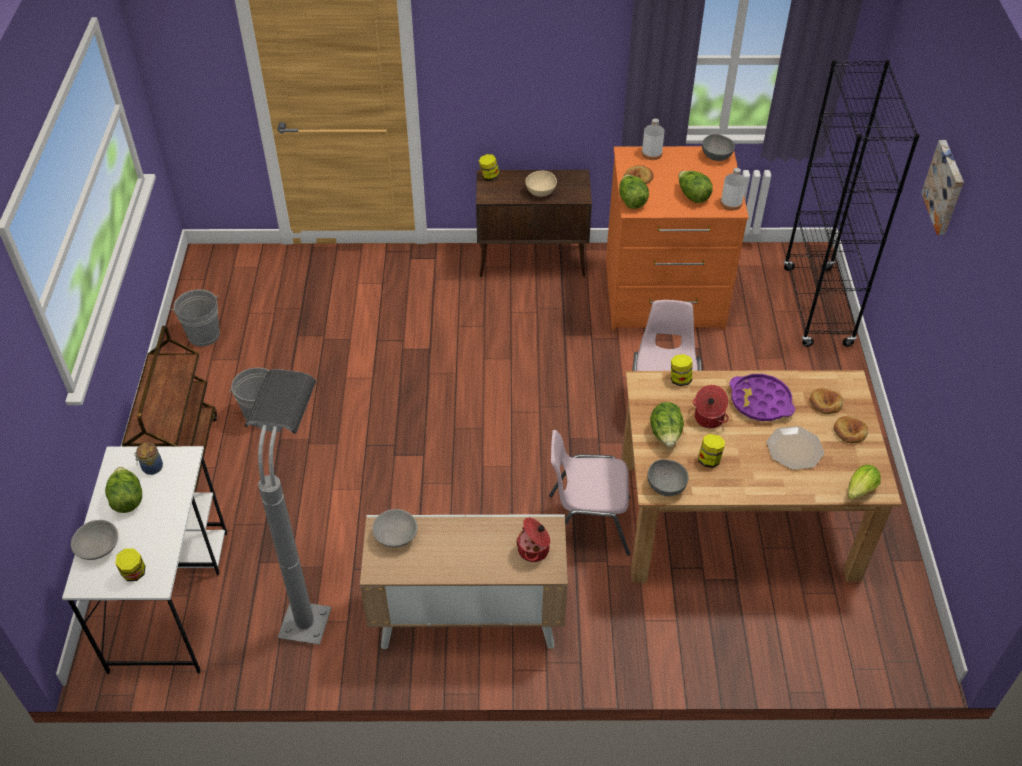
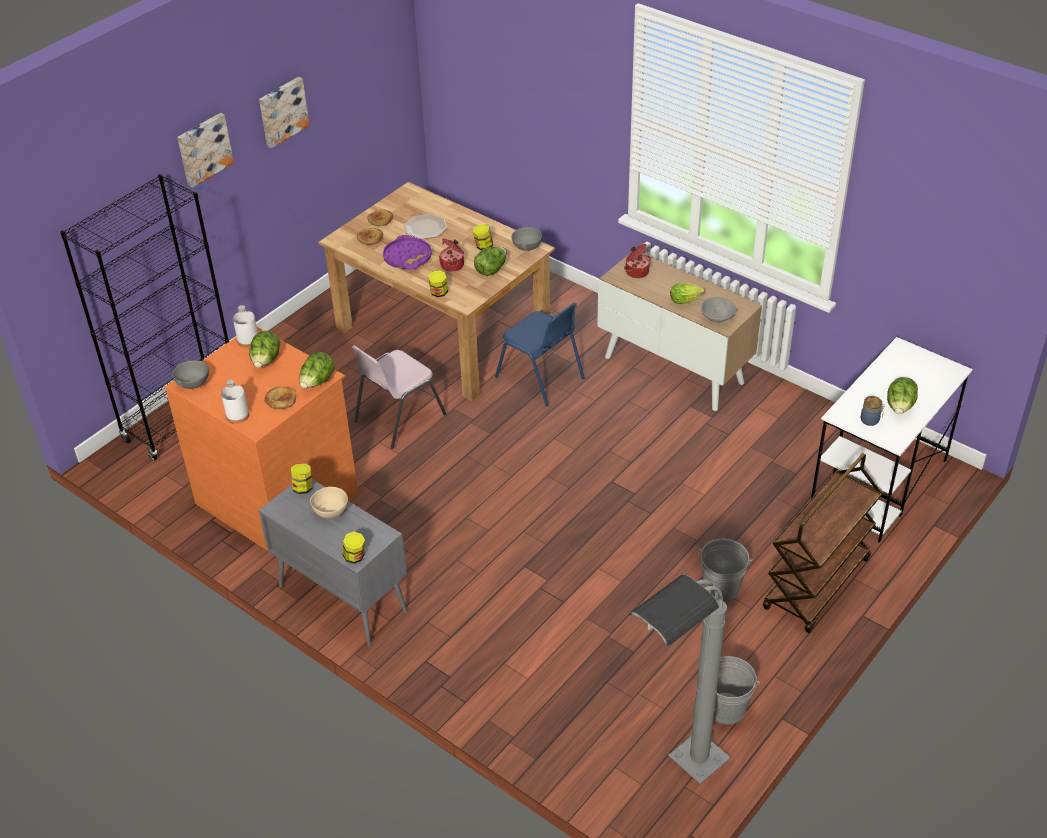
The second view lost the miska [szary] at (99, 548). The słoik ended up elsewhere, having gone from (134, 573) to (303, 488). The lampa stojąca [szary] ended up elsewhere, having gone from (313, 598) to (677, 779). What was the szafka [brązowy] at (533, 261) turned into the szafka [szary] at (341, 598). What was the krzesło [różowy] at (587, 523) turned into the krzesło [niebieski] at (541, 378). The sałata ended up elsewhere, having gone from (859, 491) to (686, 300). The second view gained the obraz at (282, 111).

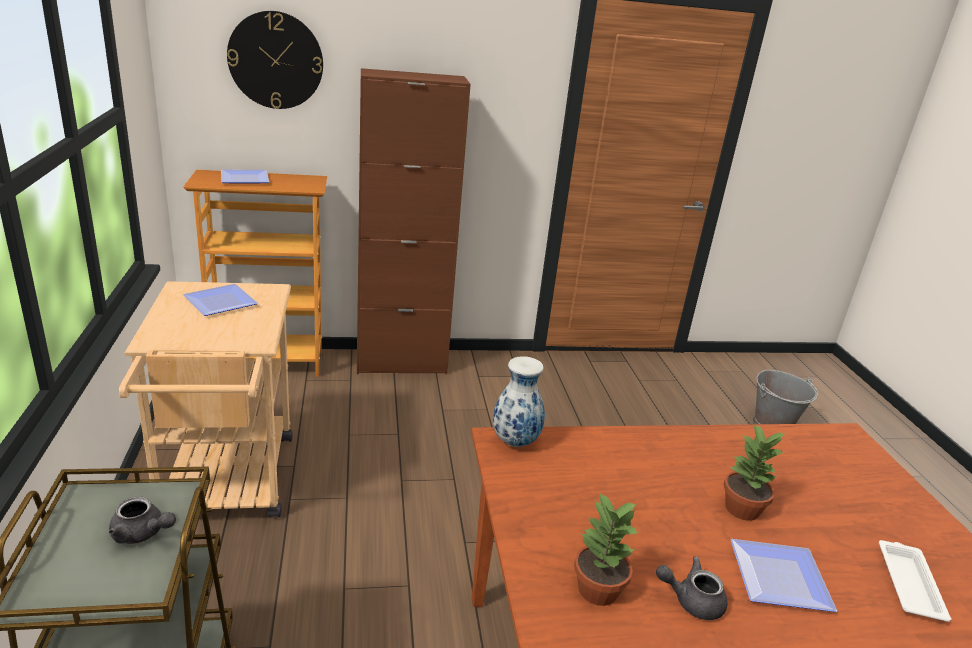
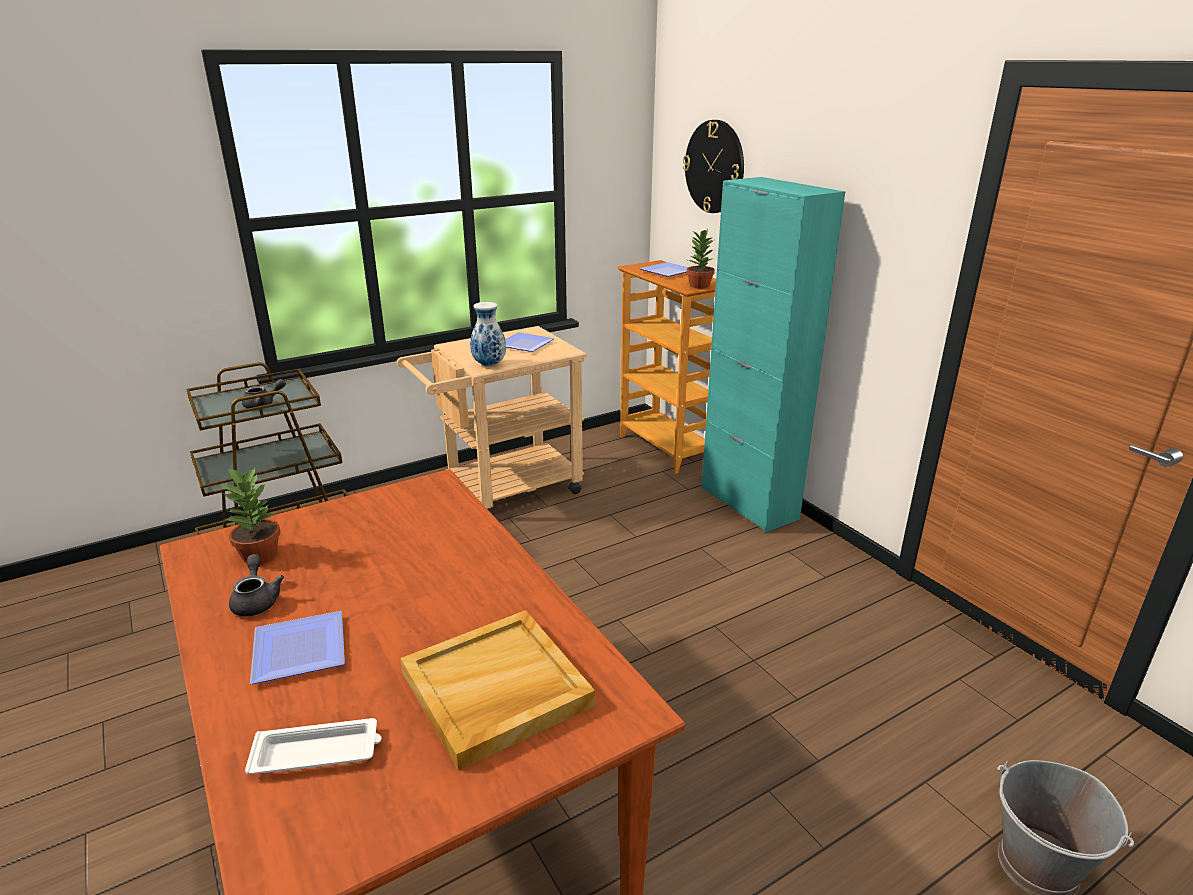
The imbryk [szary] at (142, 534) ended up facing another way, 120 degrees counterclockwise from before. What was the szafka [brązowy] at (401, 363) turned into the szafka [turkusowy] at (748, 503). The wazon ended up elsewhere, having gone from (515, 442) to (488, 365). The roślina doniczkowa ended up elsewhere, having gone from (742, 509) to (699, 286). The second view gained the taca [beżowy] at (495, 690).

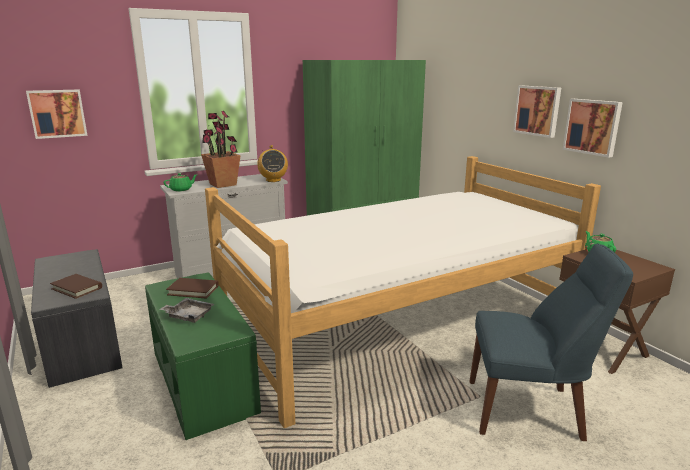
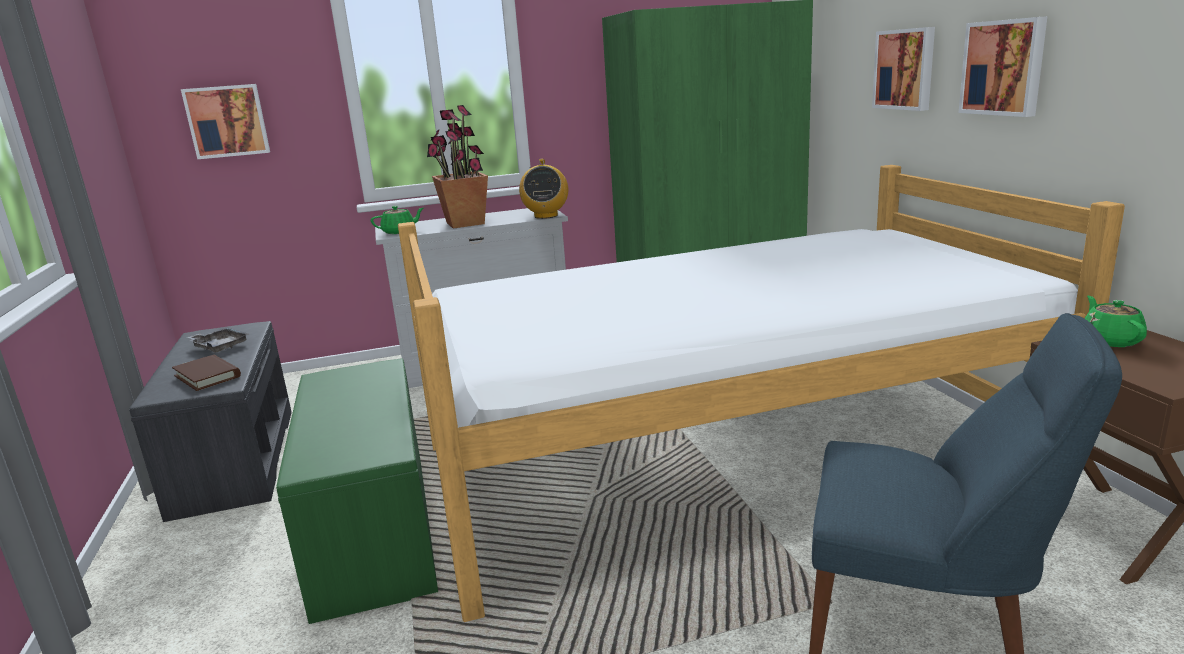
The taca [szary] ended up elsewhere, having gone from (188, 315) to (220, 346). The second view lost the książka [brązowy] at (193, 290). The obraz ended up elsewhere, having gone from (592, 127) to (905, 69).

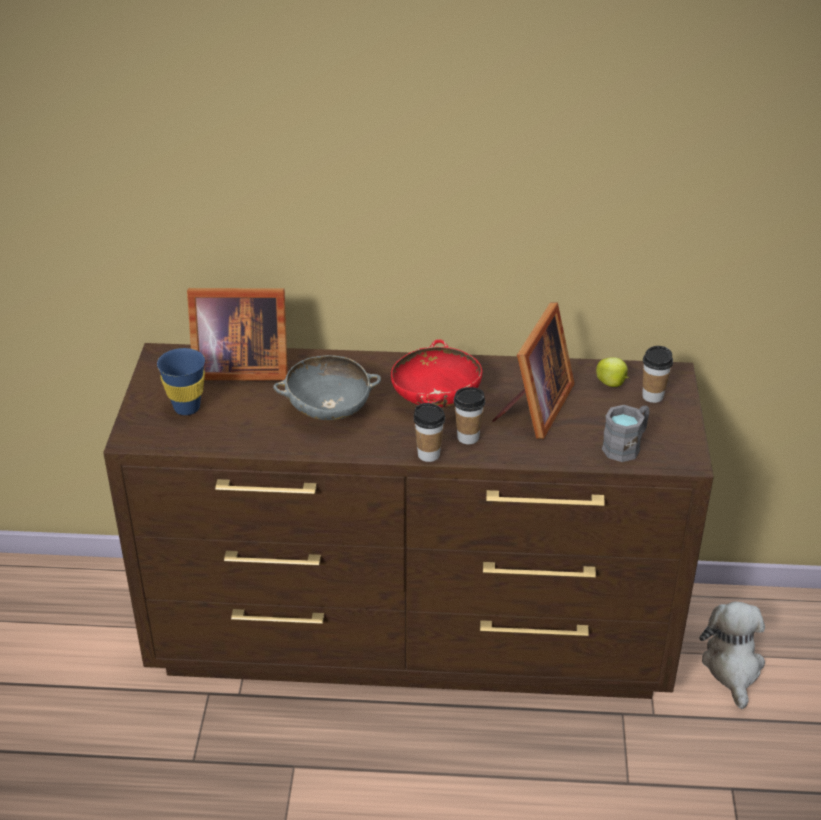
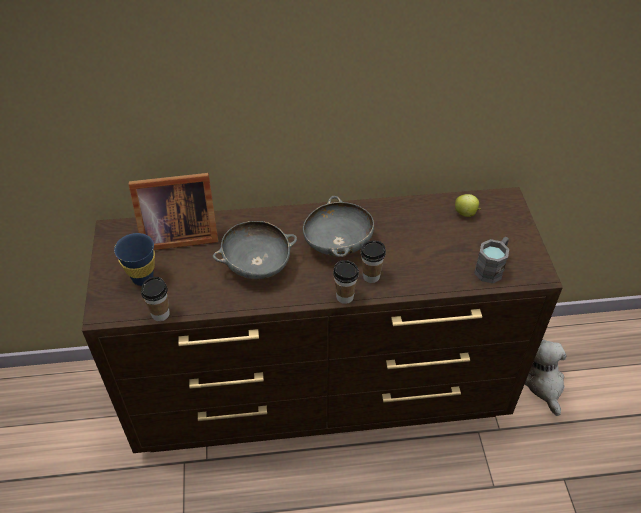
What was the miska [czerwony] at (436, 399) turned into the miska [szary] at (338, 244). The second view lost the ramka na zdjęcie at (534, 408). The filiżanka ended up elsewhere, having gone from (652, 396) to (160, 314).

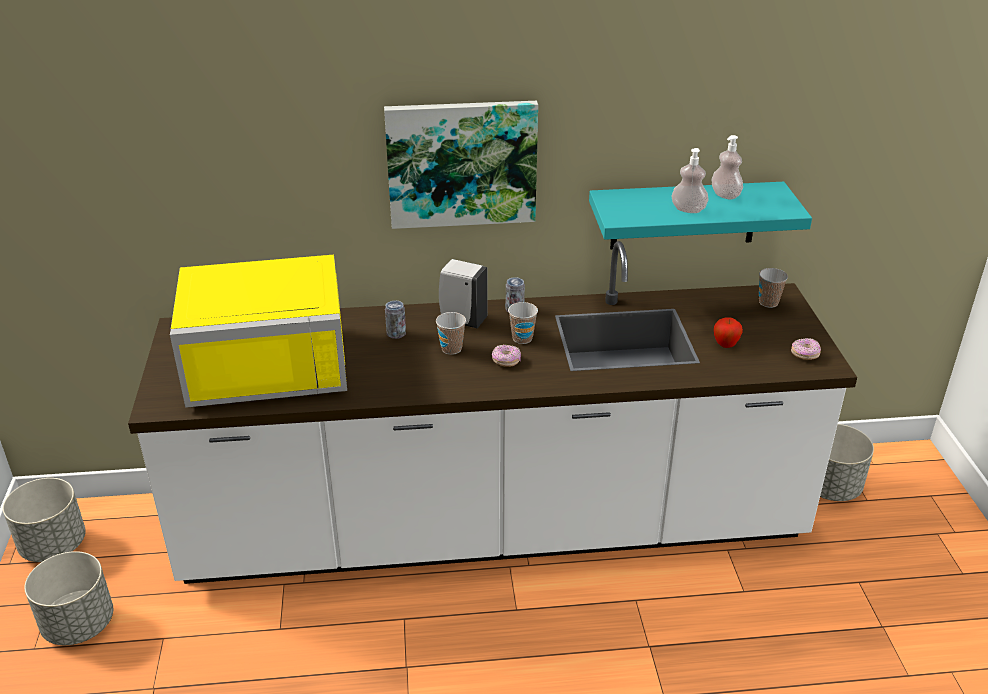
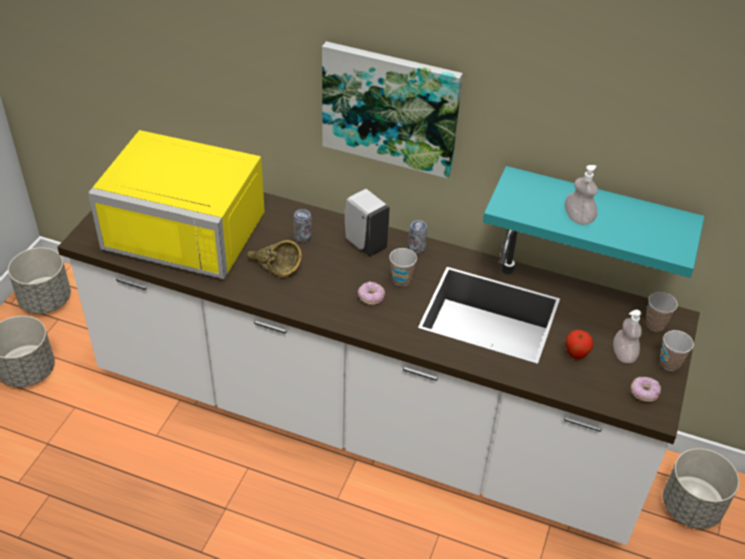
The filiżanka ended up elsewhere, having gone from (451, 349) to (669, 363). The dozownik mydła ended up elsewhere, having gone from (725, 195) to (623, 355). The second view gained the miska [brązowy] at (274, 267).

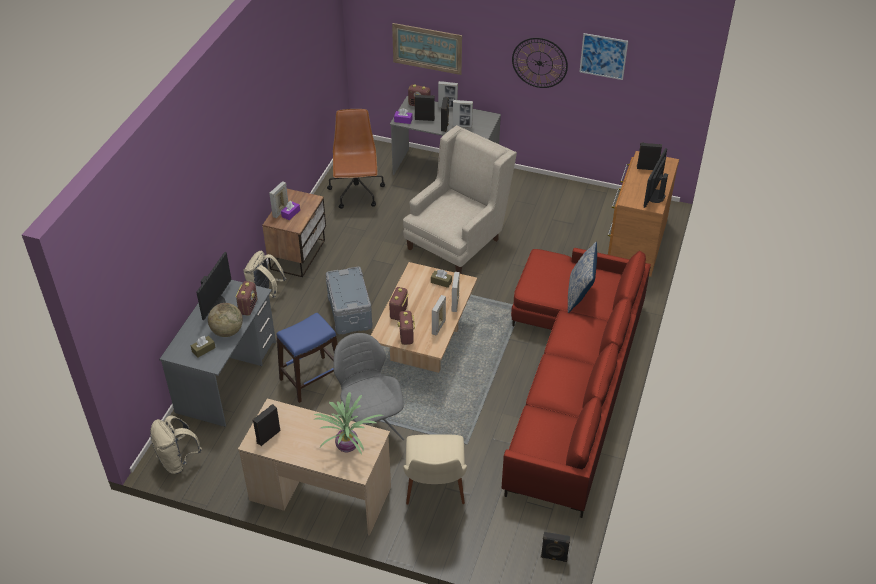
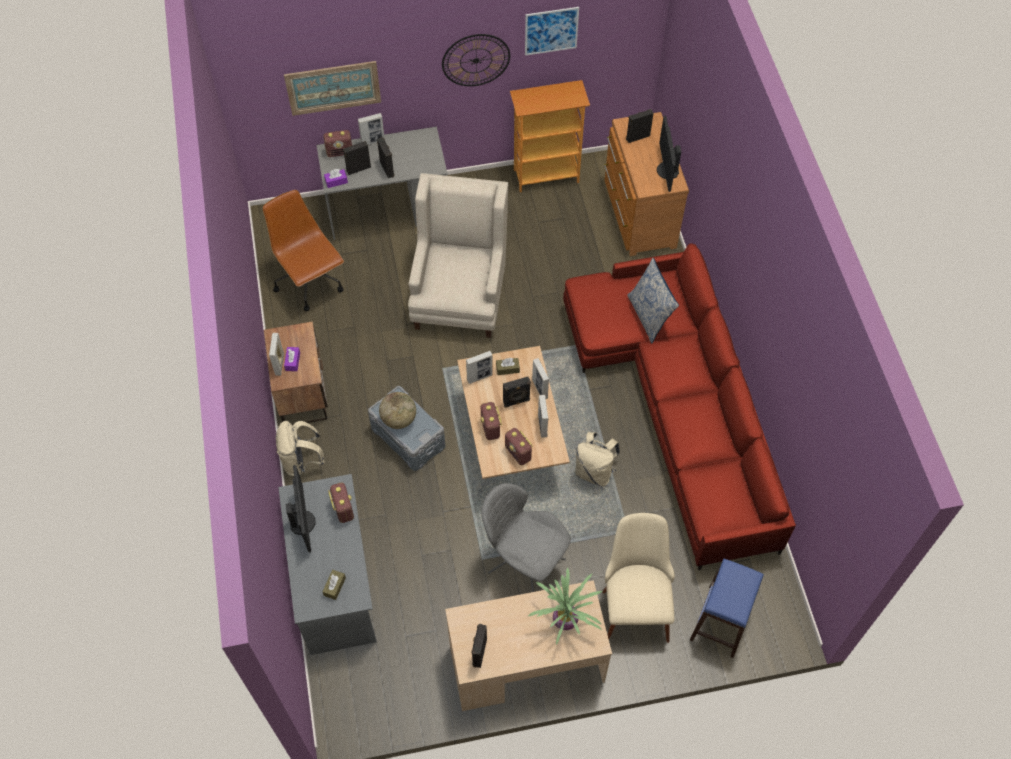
The plecak [beżowy] ended up elsewhere, having gone from (178, 460) to (594, 471). The globus ended up elsewhere, having gone from (227, 331) to (399, 419). The stołek [niebieski] ended up elsewhere, having gone from (312, 379) to (722, 620). The krzesło [beżowy] at (435, 494) ended up facing another way, 150 degrees counterclockwise from before. The ramka na zdjęcie ended up elsewhere, having gone from (462, 126) to (479, 377). The głośnik [czarny] ended up elsewhere, having gone from (554, 557) to (516, 402). The second view gained the regał at (546, 175).

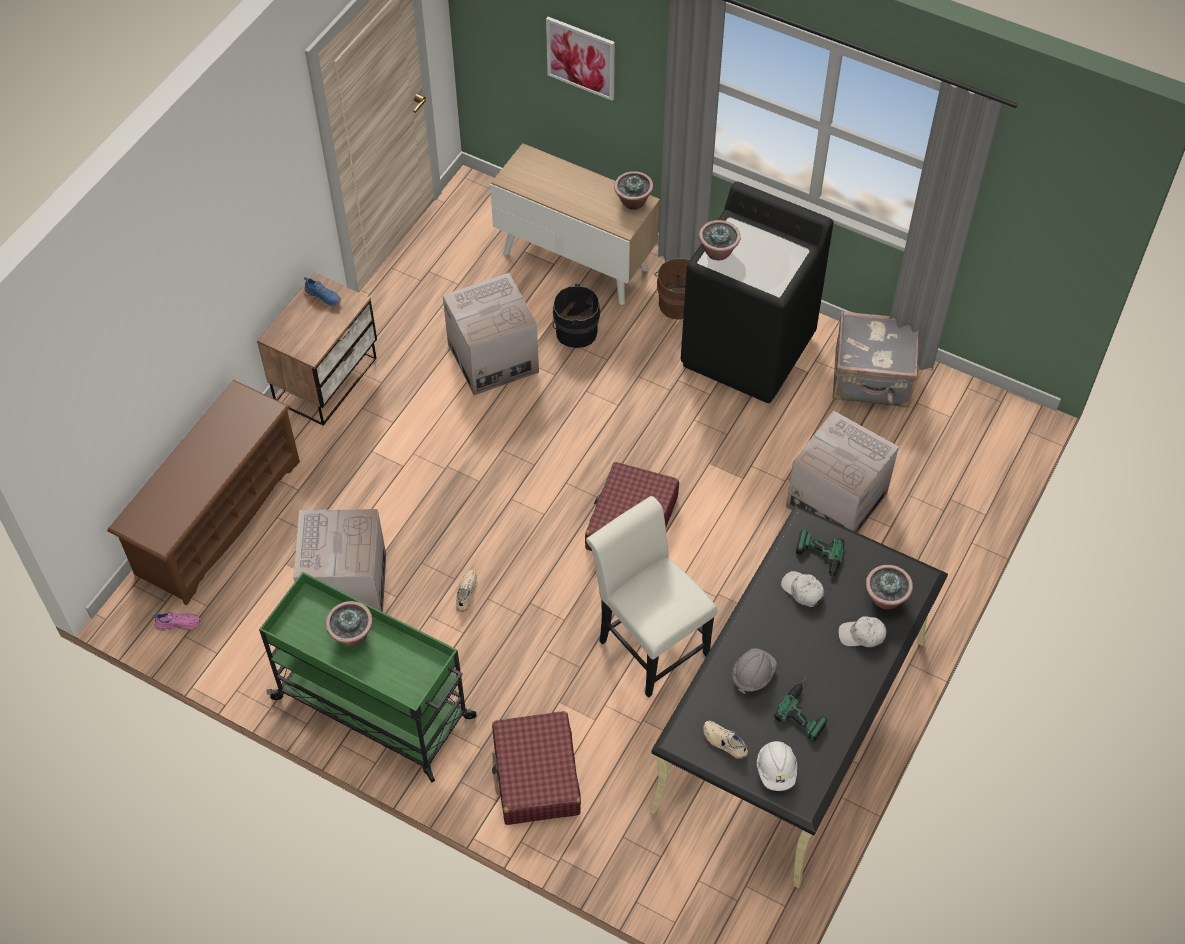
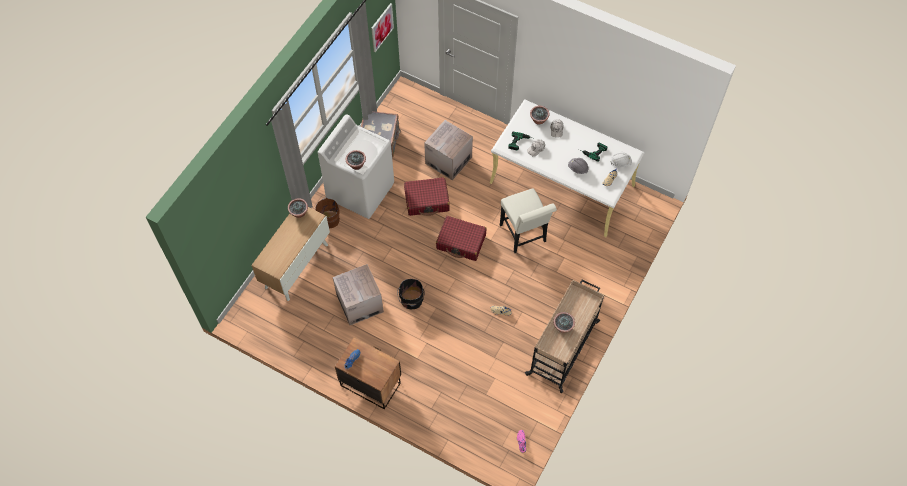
The second view lost the regał na buty [brązowy] at (217, 517). What was the wózek [zielony] at (376, 709) turned into the wózek [beżowy] at (563, 347). The second view lost the karton at (346, 587). The walizka [czerwony] ended up elsewhere, having gone from (536, 776) to (427, 200). The obraz ended up elsewhere, having gone from (581, 57) to (382, 27). The wiadro [czarny] ended up elsewhere, having gone from (574, 331) to (411, 300). The krzesło [biały] at (648, 642) ended up facing another way, 75 degrees counterclockwise from before. What was the biurko [czarny] at (790, 725) turned into the biurko [biały] at (562, 184). What was the pralka [czarny] at (748, 350) turned into the pralka [biały] at (361, 191).

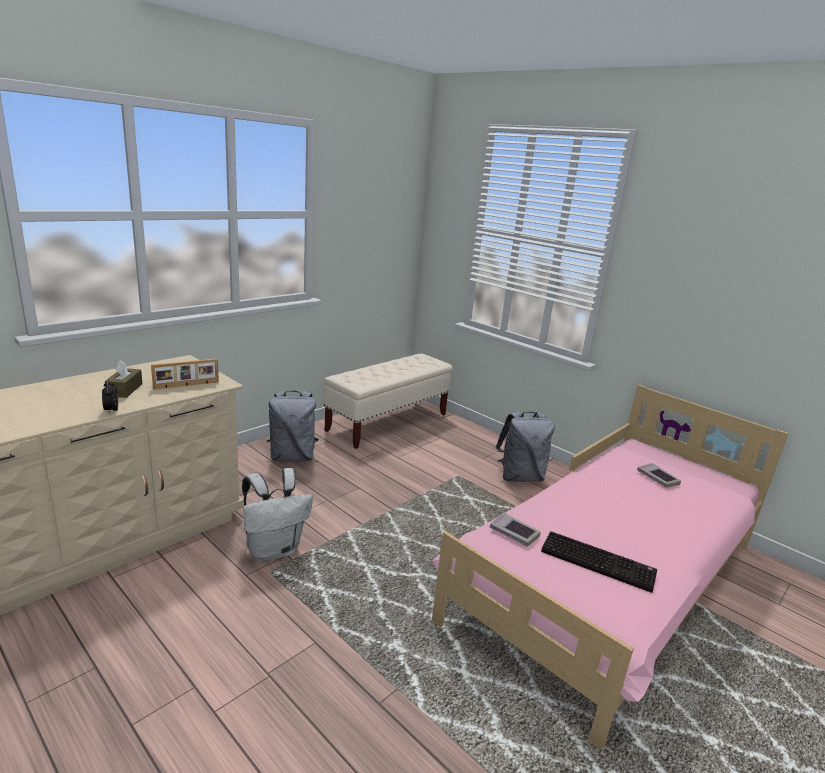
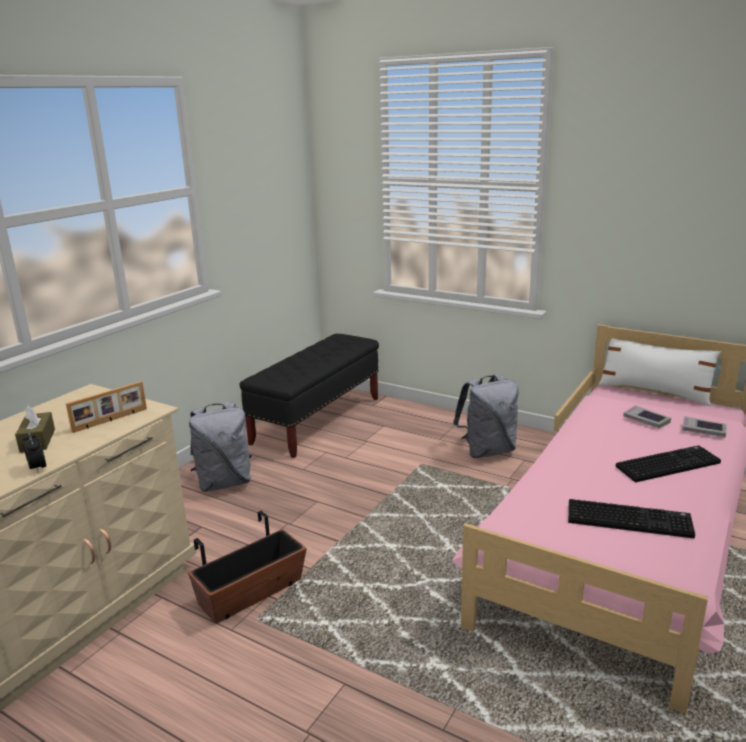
Where the plecak [biały] stood at (274, 549), the donica came to stand at (251, 593). What was the ławka [beżowy] at (388, 423) turned into the ławka [czarny] at (317, 421). The książka ended up elsewhere, having gone from (514, 533) to (703, 430). The second view gained the poduszka [biały] at (654, 392). The second view gained the klawiatura at (667, 464).

